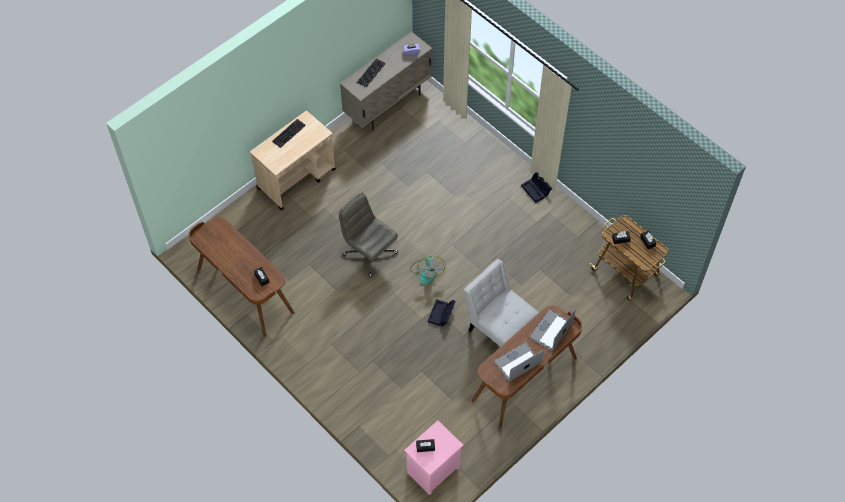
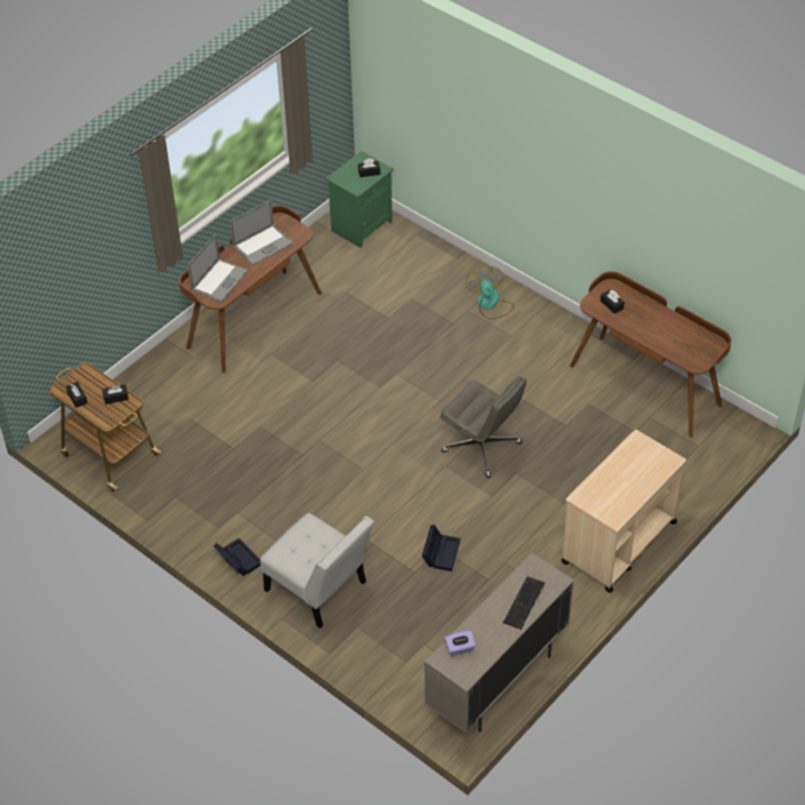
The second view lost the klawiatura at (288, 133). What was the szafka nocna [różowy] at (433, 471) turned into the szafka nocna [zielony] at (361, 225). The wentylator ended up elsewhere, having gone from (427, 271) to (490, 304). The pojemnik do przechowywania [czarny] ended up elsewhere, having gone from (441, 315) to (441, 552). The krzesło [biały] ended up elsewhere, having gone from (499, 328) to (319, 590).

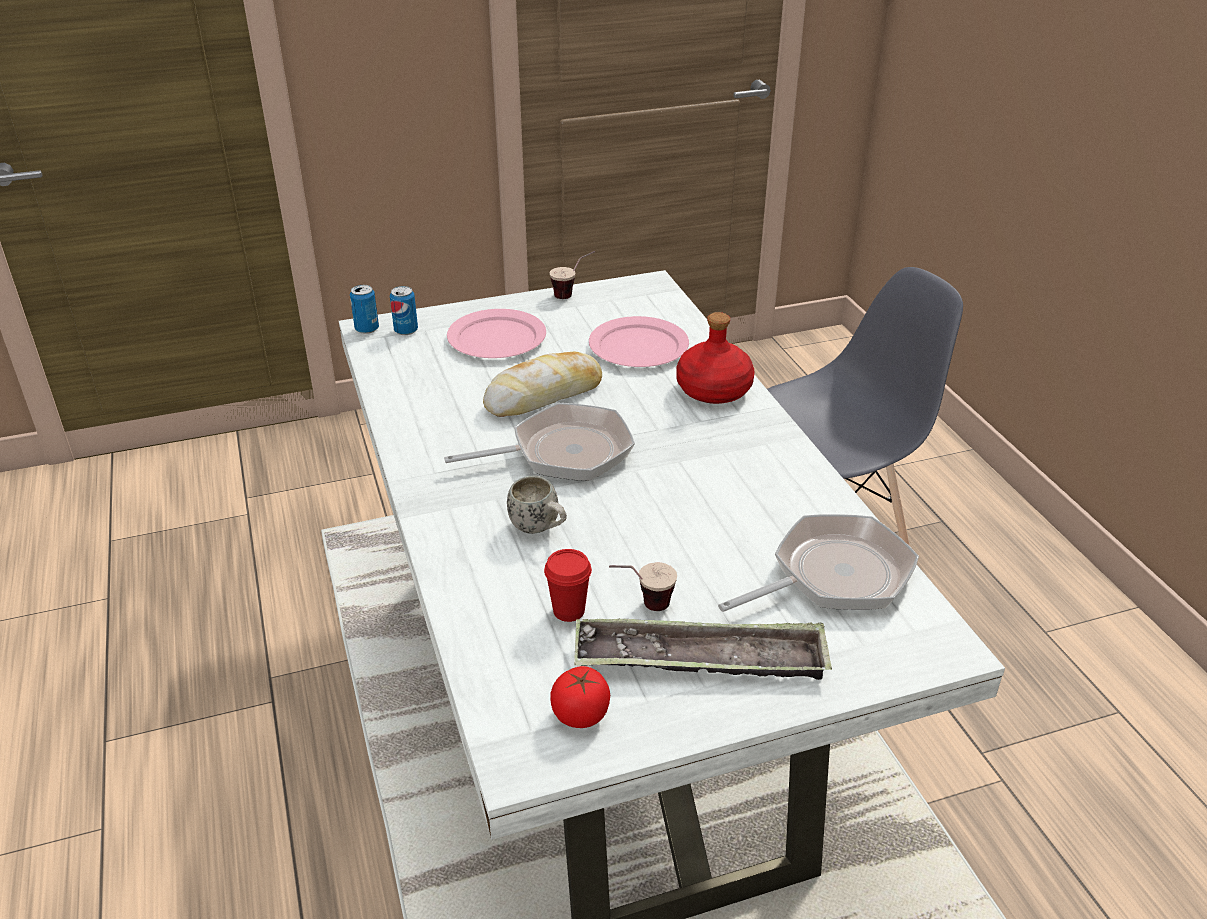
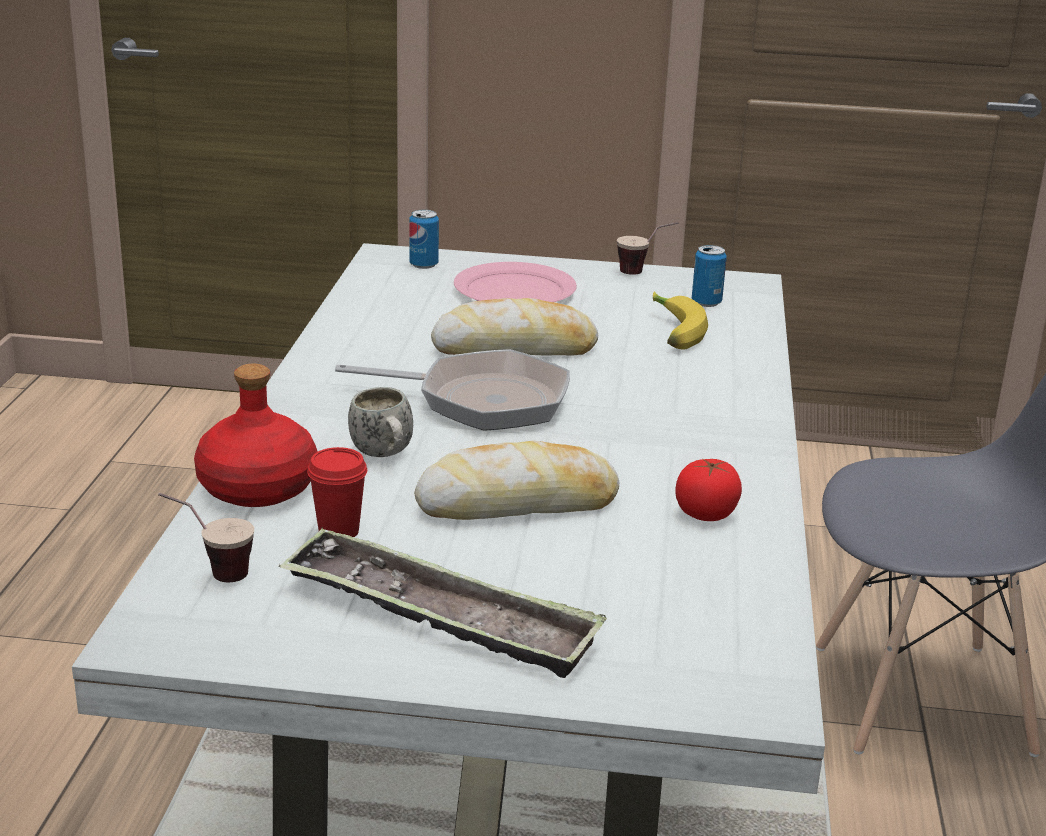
The puszka ended up elsewhere, having gone from (367, 329) to (706, 302). The pomidor ended up elsewhere, having gone from (581, 714) to (706, 513). Where the talerz [różowy] stood at (638, 346), the banan came to stand at (671, 332). The filiżanka ended up elsewhere, having gone from (642, 606) to (210, 572). The butelka [czerwony] ended up elsewhere, having gone from (712, 390) to (256, 487). The second view lost the patelnia at (833, 575). The second view gained the chleb at (518, 503).

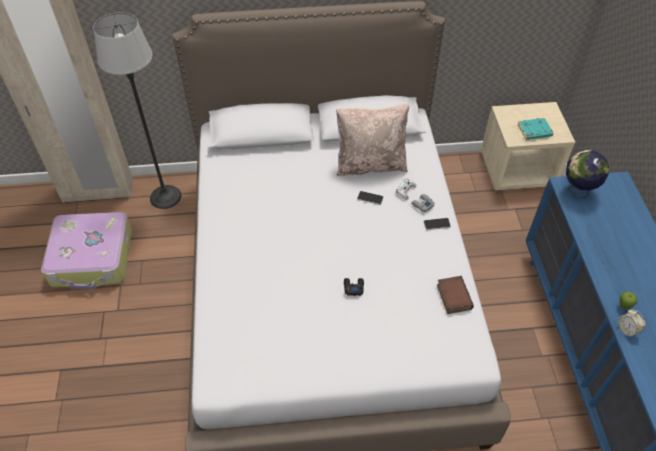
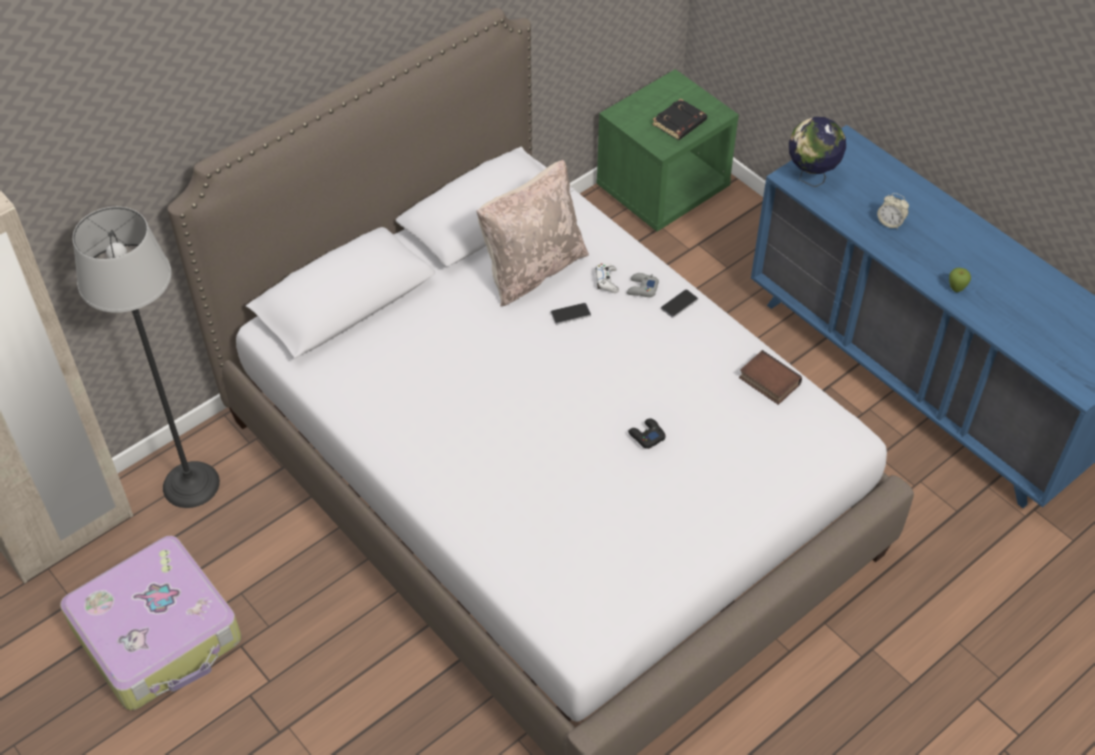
What was the szafka nocna [beżowy] at (517, 170) turned into the szafka nocna [zielony] at (663, 189). What was the książka [turkusowy] at (534, 131) turned into the książka [czarny] at (679, 123). The budzik ended up elsewhere, having gone from (627, 329) to (890, 222).

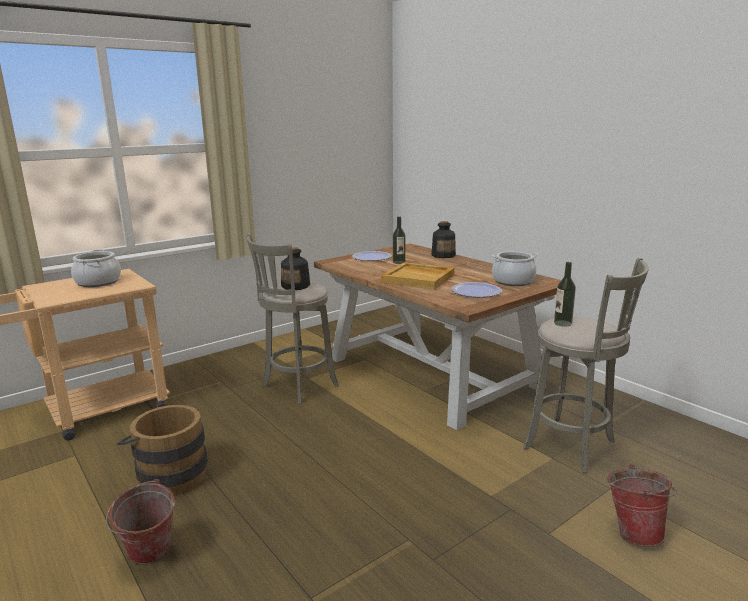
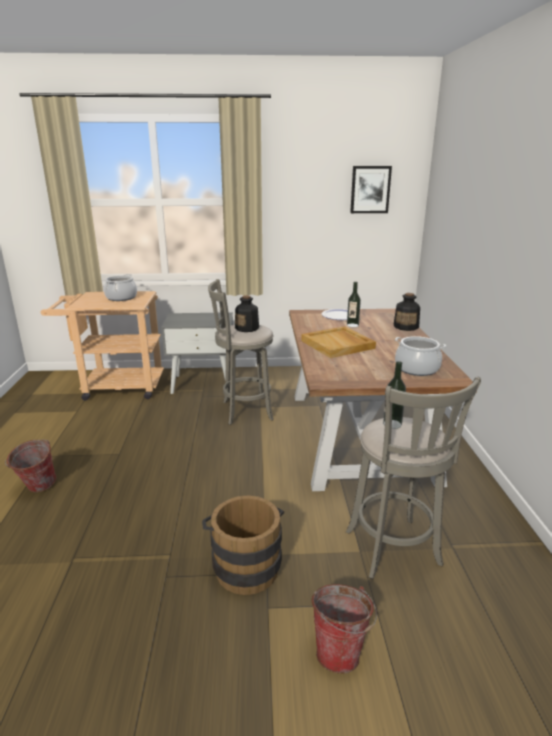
The wiadro [brązowy] ended up elsewhere, having gone from (169, 475) to (245, 564). The second view lost the talerz at (476, 291). The second view gained the szafka nocna [szary] at (203, 383). The second view gained the obraz at (370, 189).

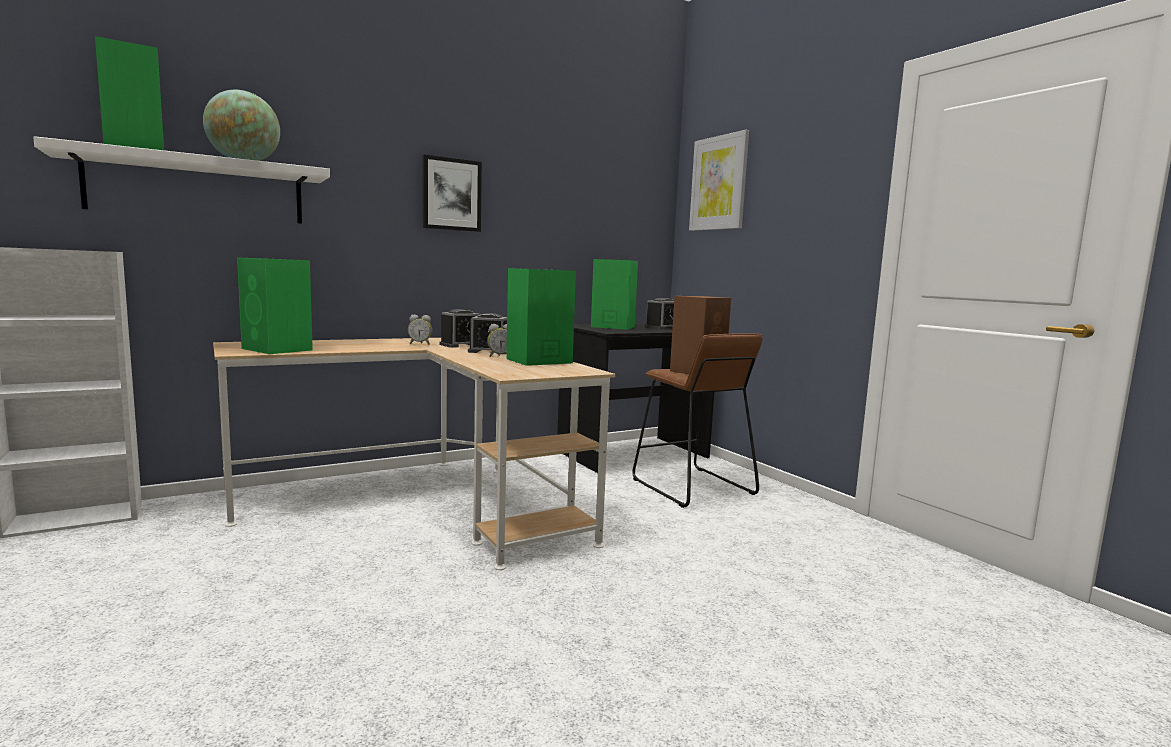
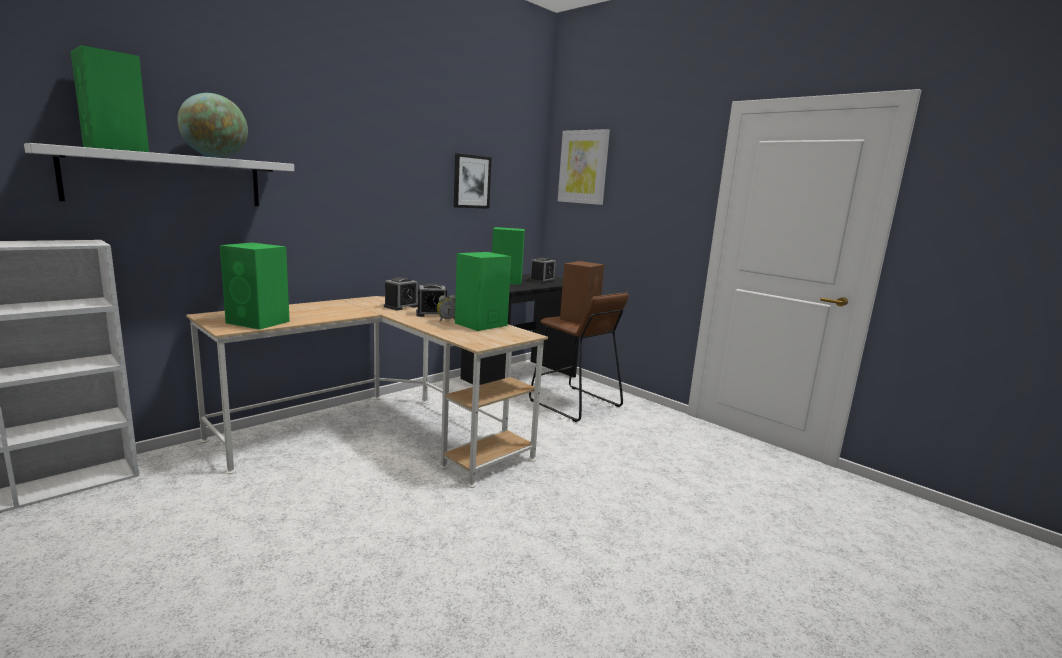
The second view lost the budzik at (420, 344). The obraz ended up elsewhere, having gone from (451, 194) to (471, 181).

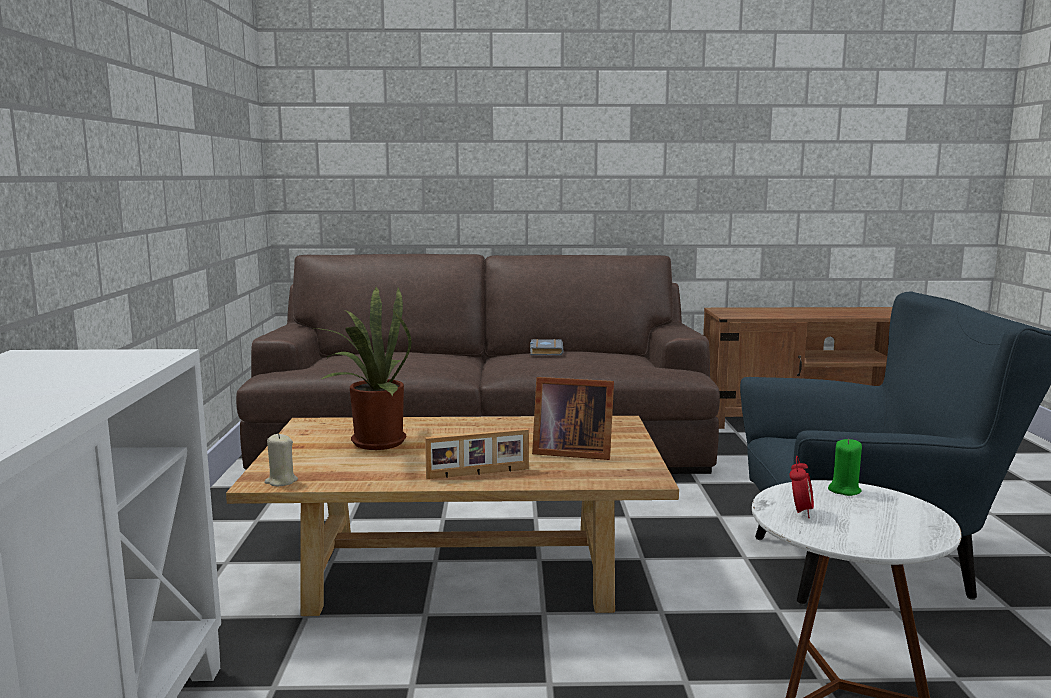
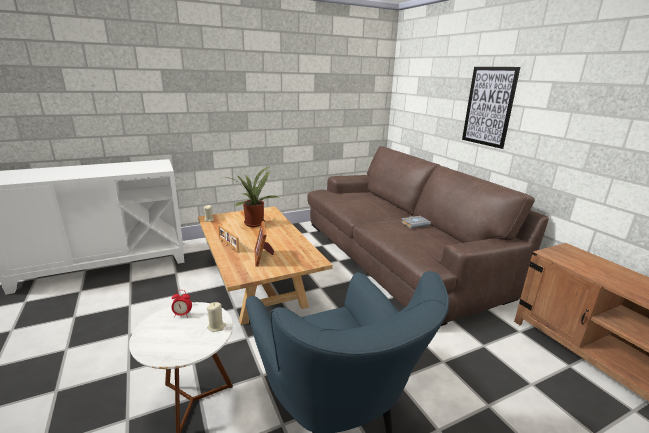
What was the świeca [zielony] at (844, 490) turned into the świeca [beżowy] at (216, 326). The second view gained the obraz at (489, 106).

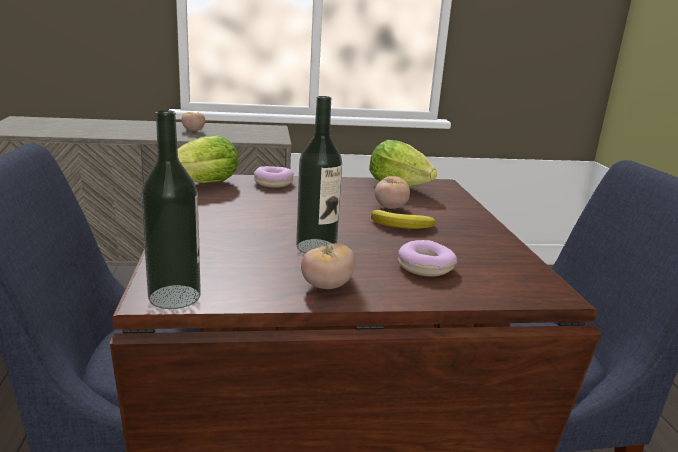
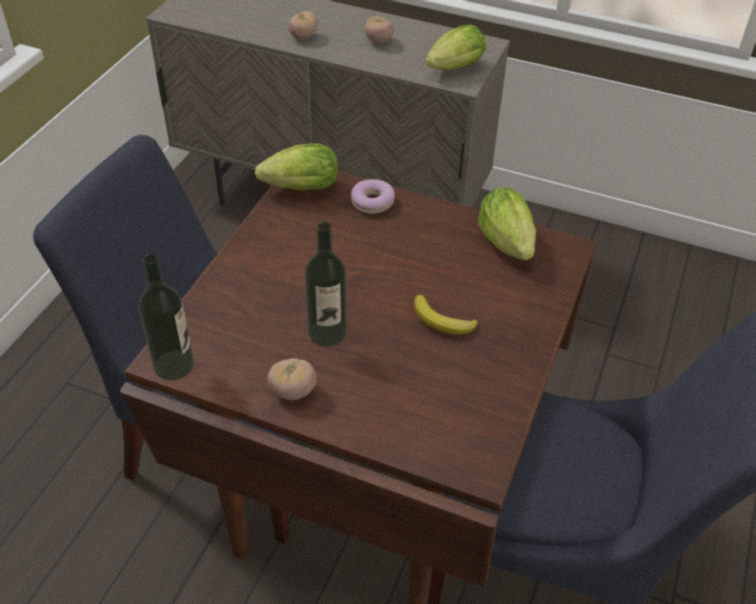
The pomidor ended up elsewhere, having gone from (390, 207) to (303, 36). The second view lost the donut at (425, 267). The second view gained the sałata at (452, 69).

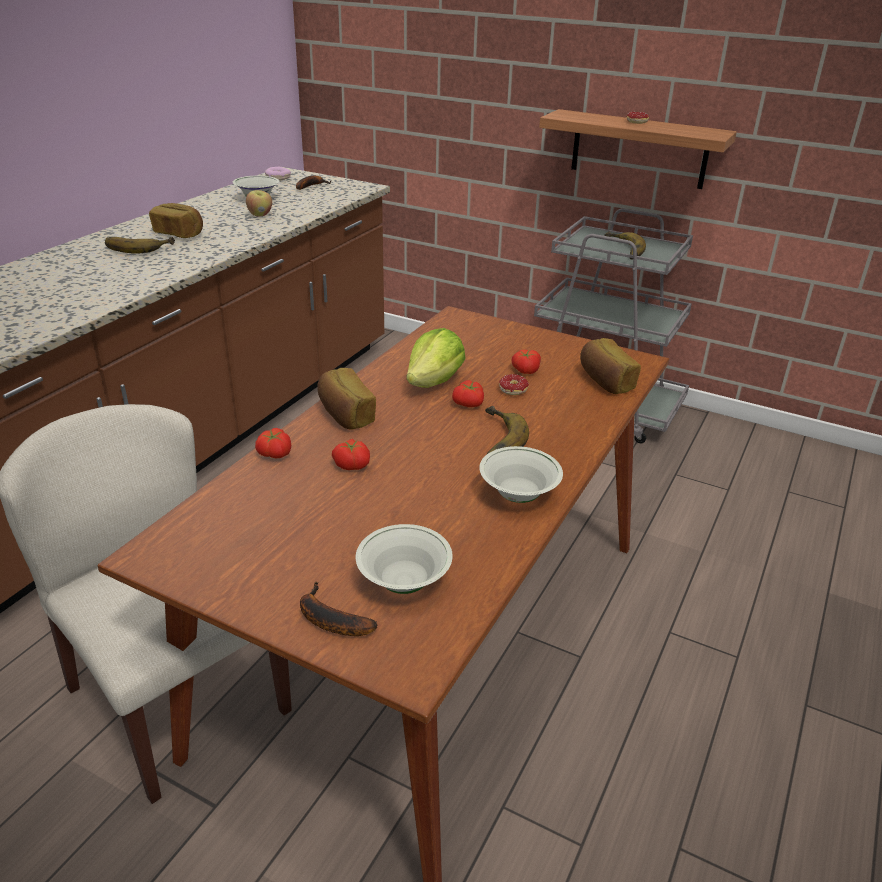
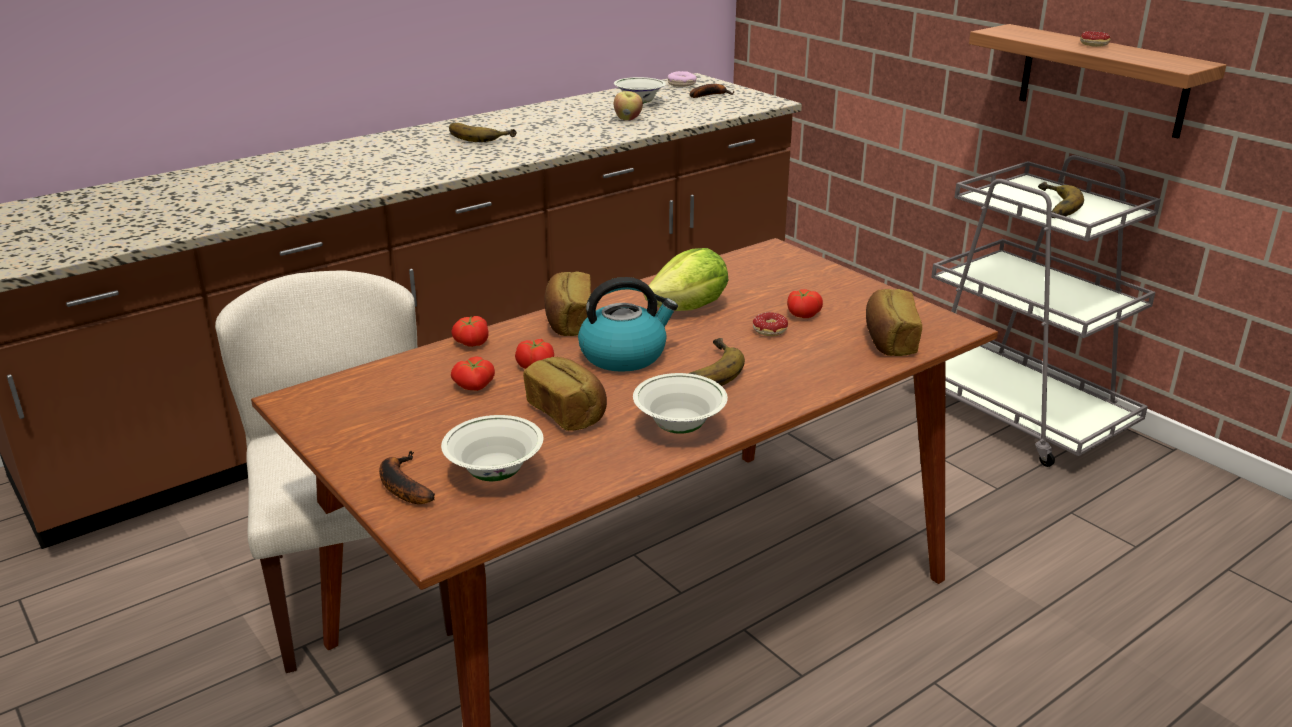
The chleb ended up elsewhere, having gone from (179, 234) to (567, 412). The pomidor ended up elsewhere, having gone from (469, 404) to (474, 387). The second view gained the czajnik at (624, 355).

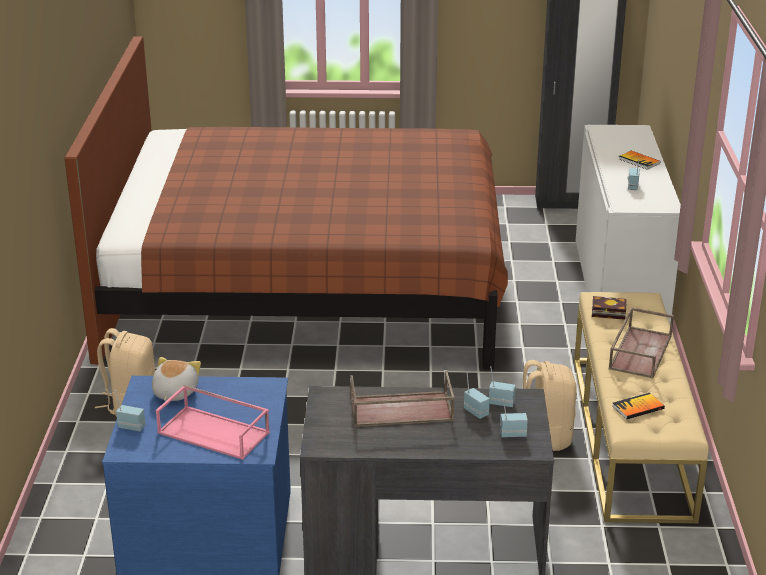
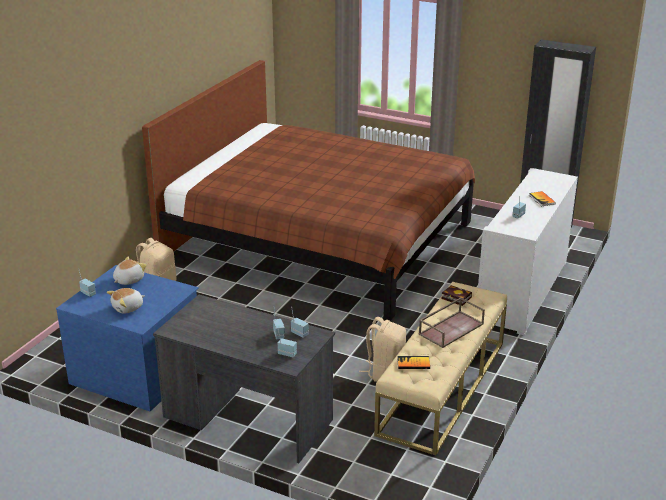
Where the taca [różowy] stood at (215, 432), the pluszak came to stand at (128, 308). The second view lost the taca [brązowy] at (400, 410).

